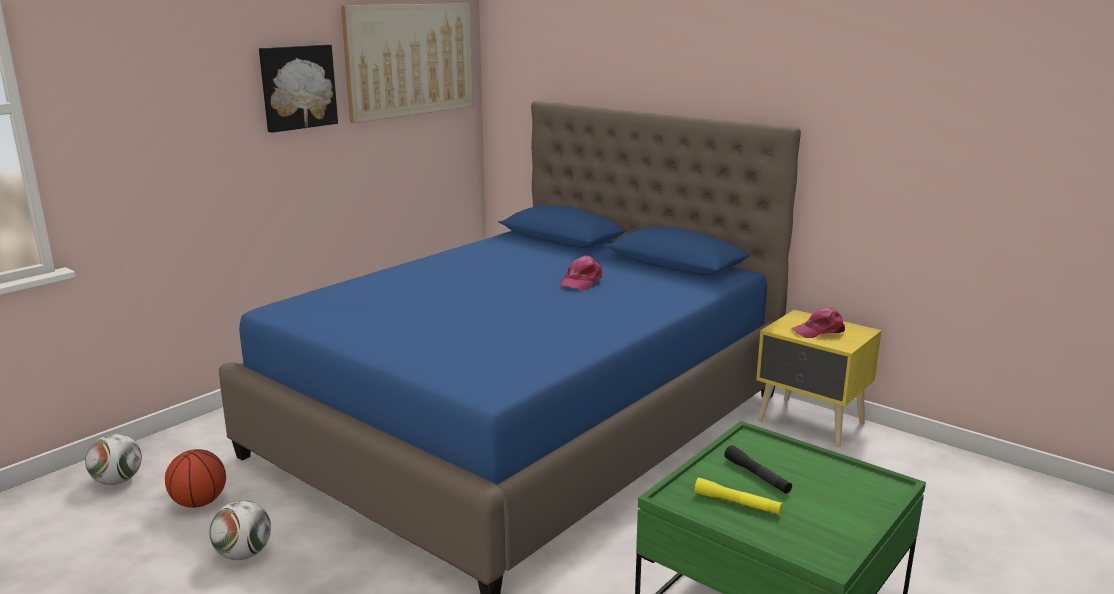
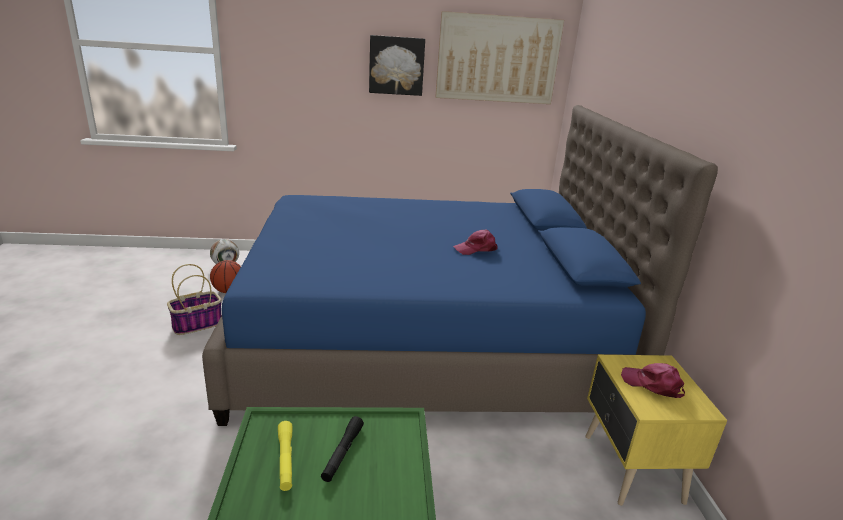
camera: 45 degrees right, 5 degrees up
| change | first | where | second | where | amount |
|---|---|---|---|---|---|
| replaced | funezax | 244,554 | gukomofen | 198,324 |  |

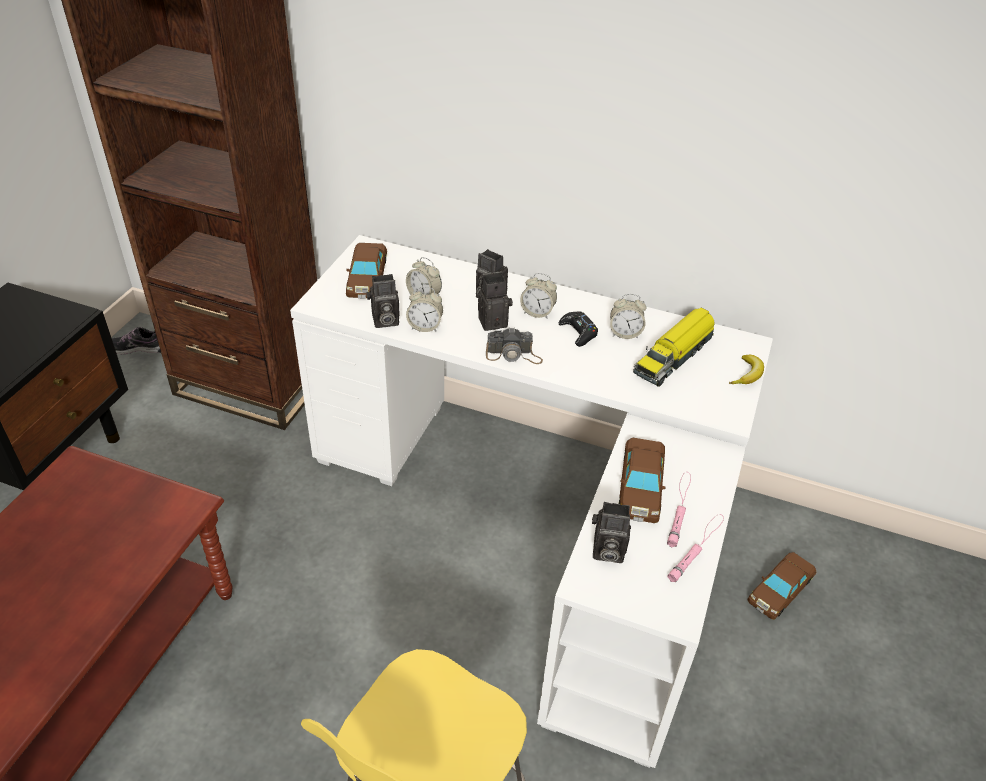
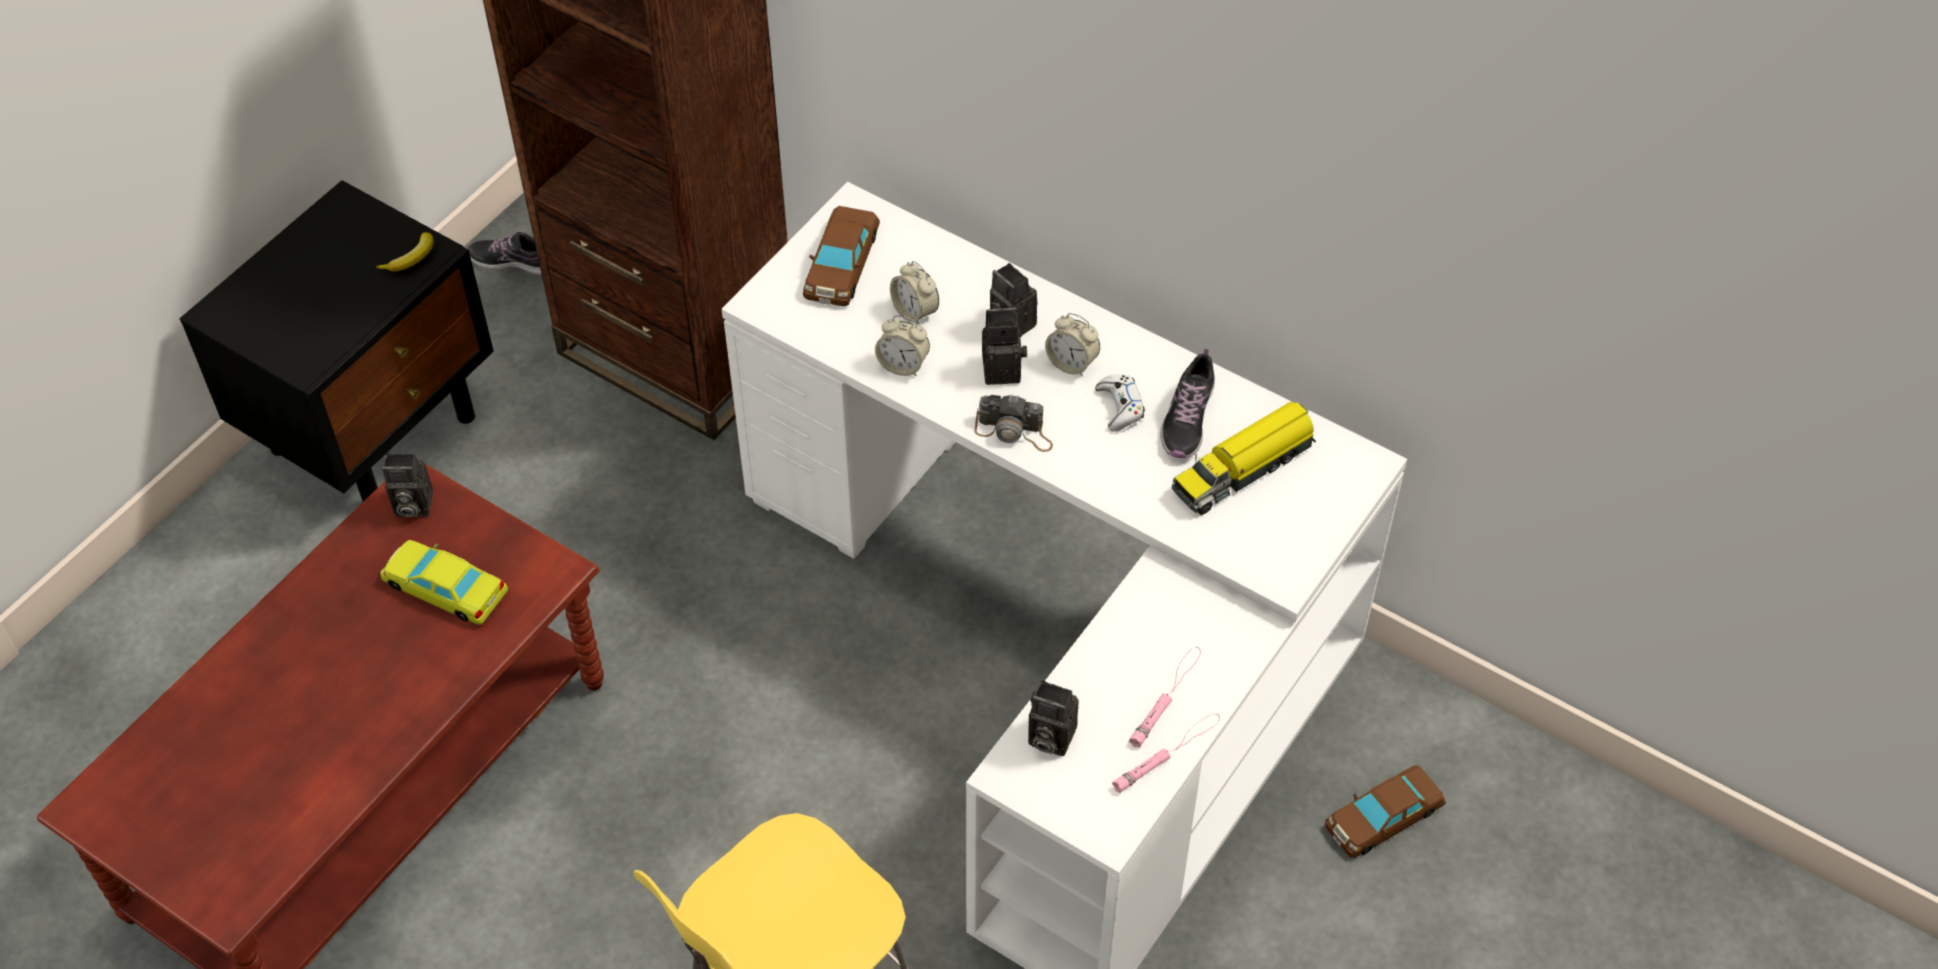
camera: 15 degrees right, 10 degrees up
| change | first | where | second | where | amount |
|---|---|---|---|---|---|
| removed | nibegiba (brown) | 641,485 |  |  |  |
| added |  |  | nibegiba (yellow) | 444,587 |  |
| moved | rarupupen | 384,321 |  | 411,506 |  |
| moved | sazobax | 747,374 |  | 412,259 |  |
| replaced | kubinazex | 625,333 | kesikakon | 1187,418 |  |
| recoloured | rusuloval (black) | 578,332 | rusuloval (white) | 1120,407 |  |

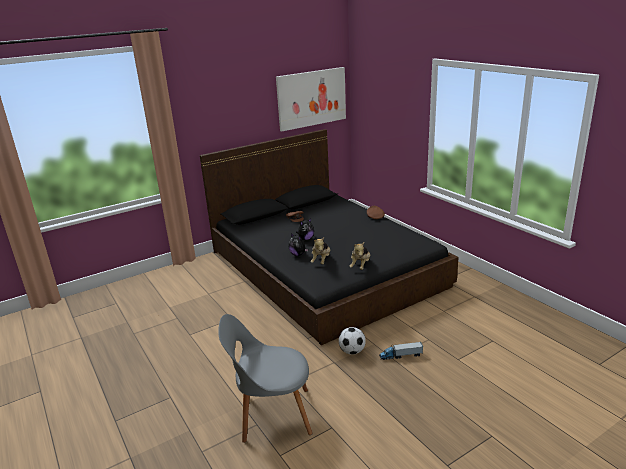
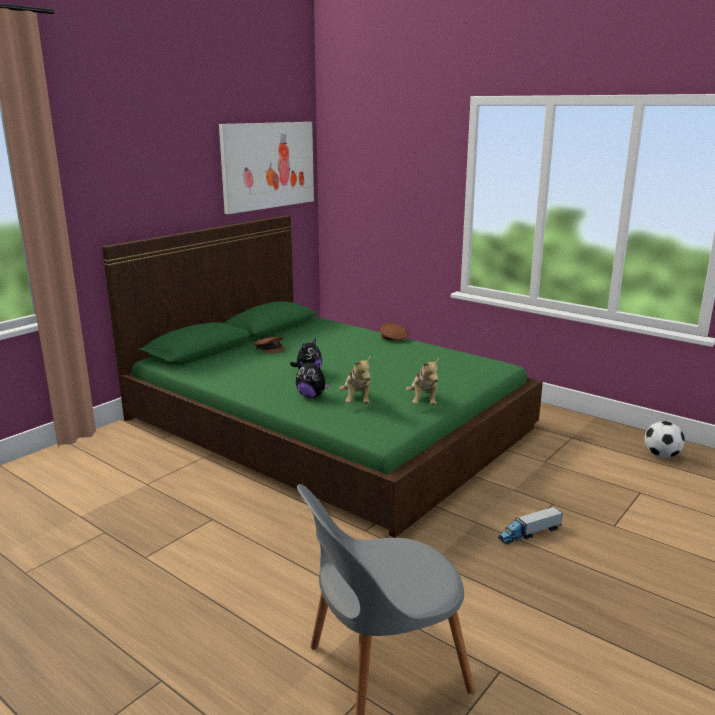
camera: 20 degrees left, 5 degrees down
| change | first | where | second | where | amount |
|---|---|---|---|---|---|
| moved | funezax | 352,351 |  | 661,455 |  |
| recoloured | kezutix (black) | 324,267 | kezutix (green) | 327,423 |  |

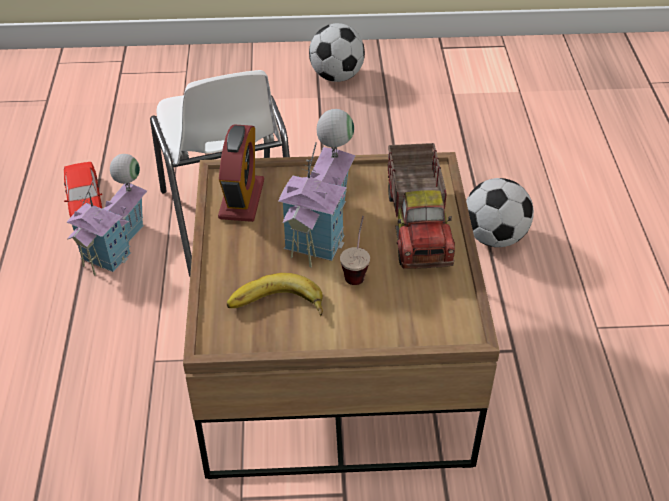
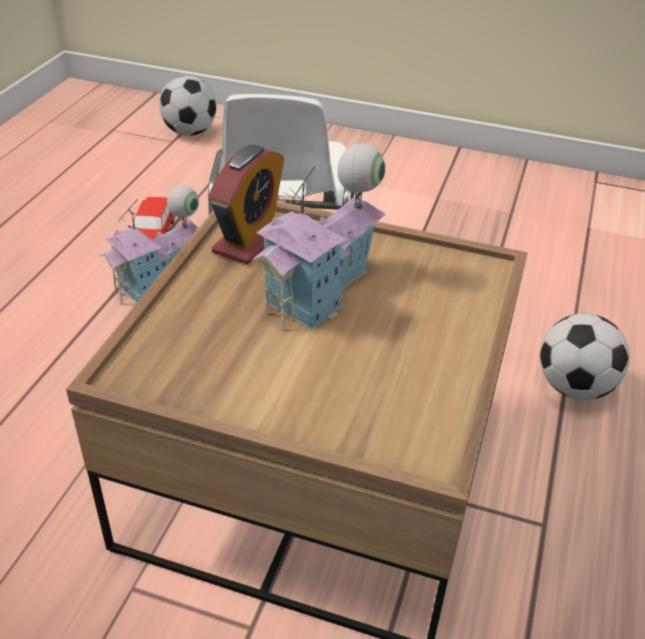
camera: 20 degrees right, 5 degrees down
| change | first | where | second | where | amount |
|---|---|---|---|---|---|
| removed | sazobax | 276,307 |  |  |  |
| removed | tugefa | 356,269 |  |  |  |
| removed | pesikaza | 418,225 |  |  |  |
| moved | funezax | 336,76 |  | 190,132 |  |

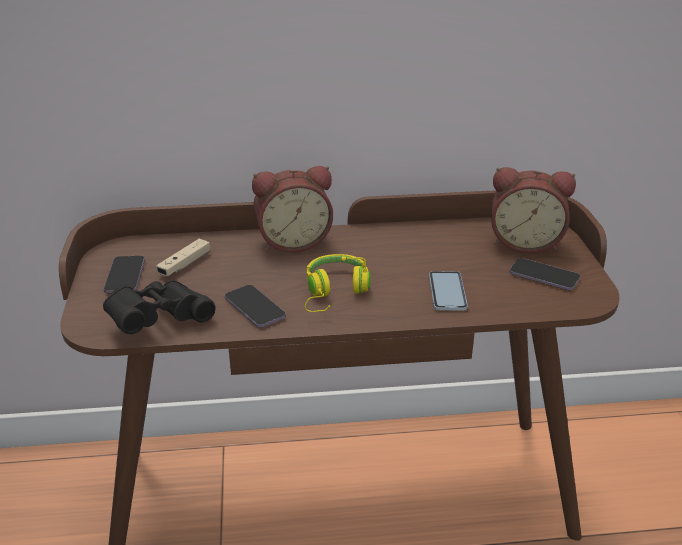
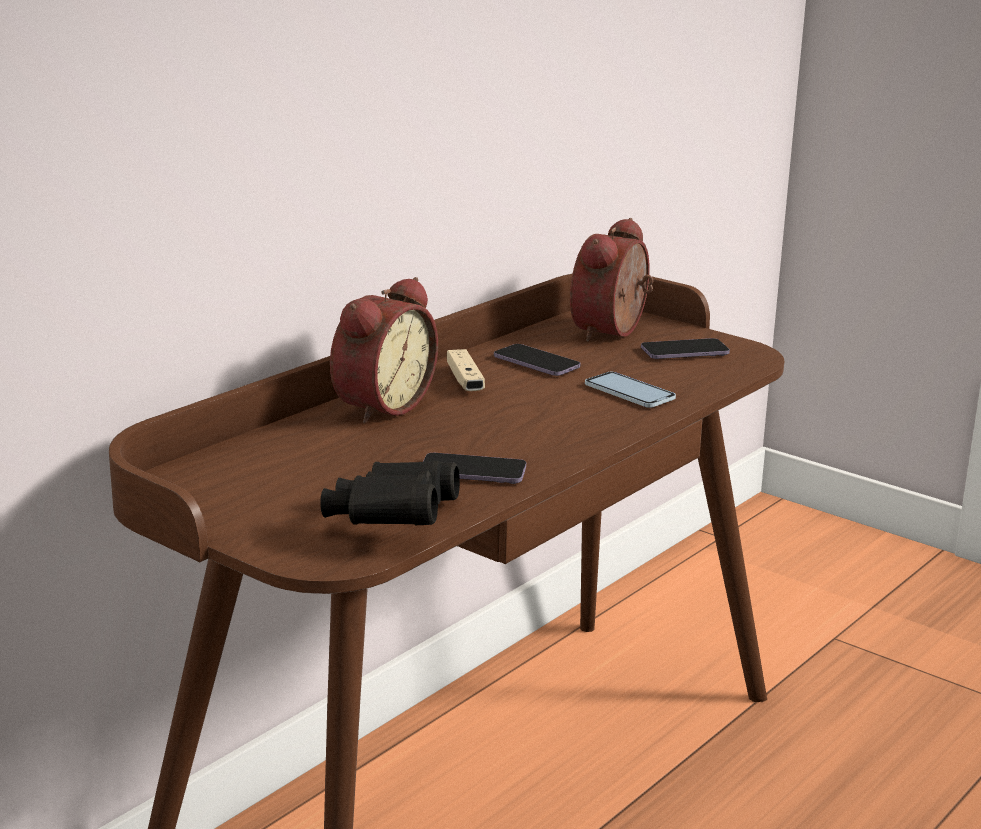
camera: 45 degrees left, 10 degrees down
| change | first | where | second | where | amount |
|---|---|---|---|---|---|
| removed | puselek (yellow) | 335,292 |  |  |  |
| moved | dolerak | 125,276 |  | 536,363 |  |
| moved | rusuloval (beige) | 185,264 |  | 465,381 |  |
| turned | kubinazex | 525,242 |  | 614,332 | 150 degrees clockwise |

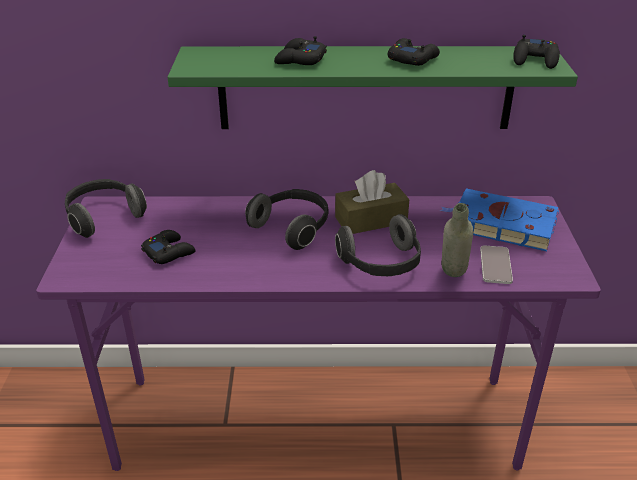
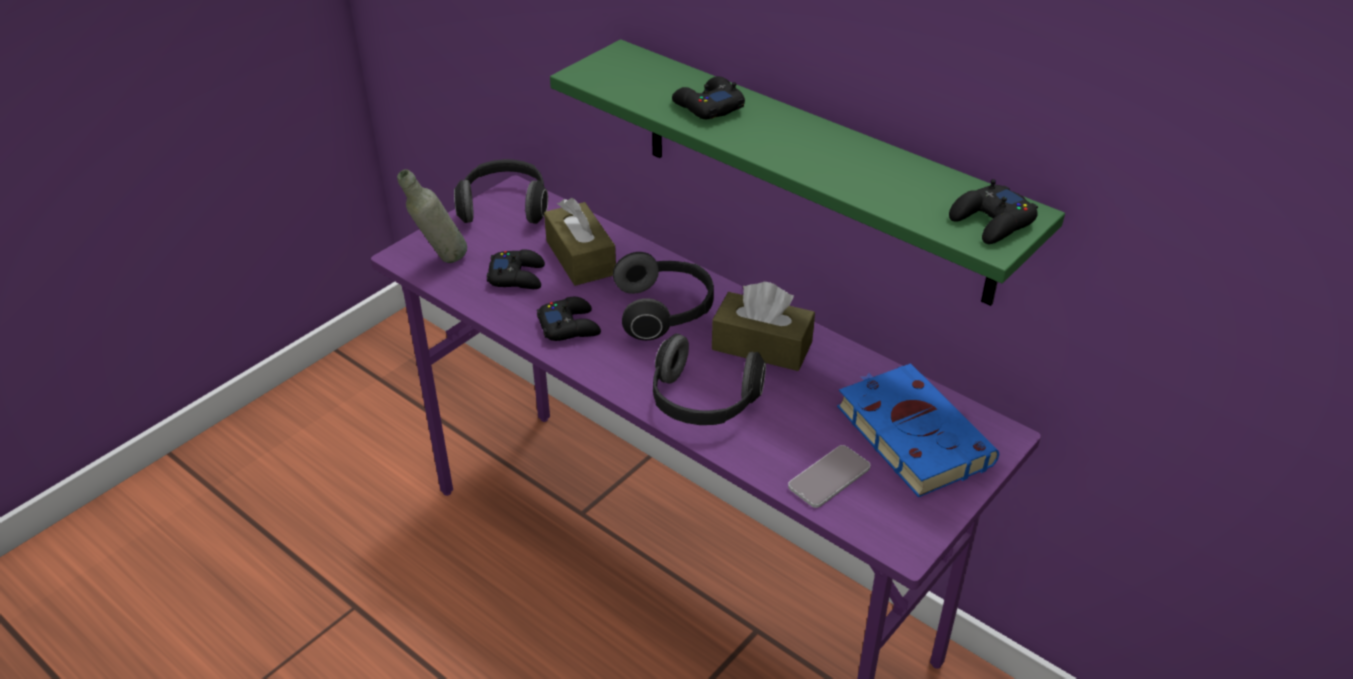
camera: 40 degrees right, 5 degrees up
| change | first | where | second | where | amount |
|---|---|---|---|---|---|
| added |  |  | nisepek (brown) | 580,258 |  |
| moved | rusuloval (black) | 412,59 |  | 569,326 |  |
| moved | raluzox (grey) | 452,279 |  | 440,262 |  |

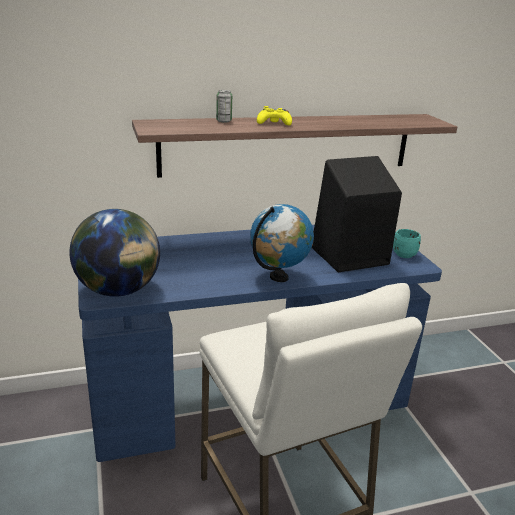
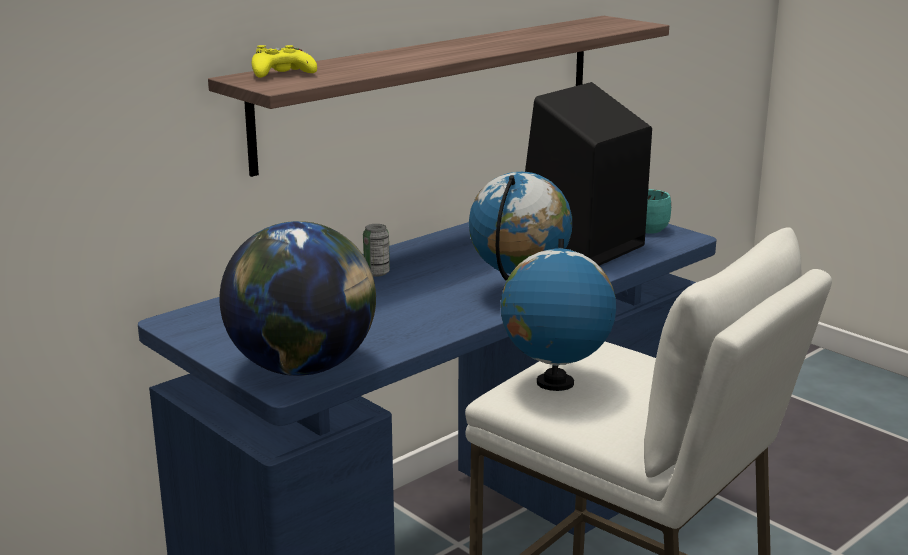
camera: 25 degrees left, 5 degrees down
| change | first | where | second | where | amount |
|---|---|---|---|---|---|
| added |  |  | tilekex | 554,383 |  |
| moved | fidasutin | 224,121 |  | 376,273 |  |
| moved | rusuloval (yellow) | 274,123 |  | 281,74 |  |

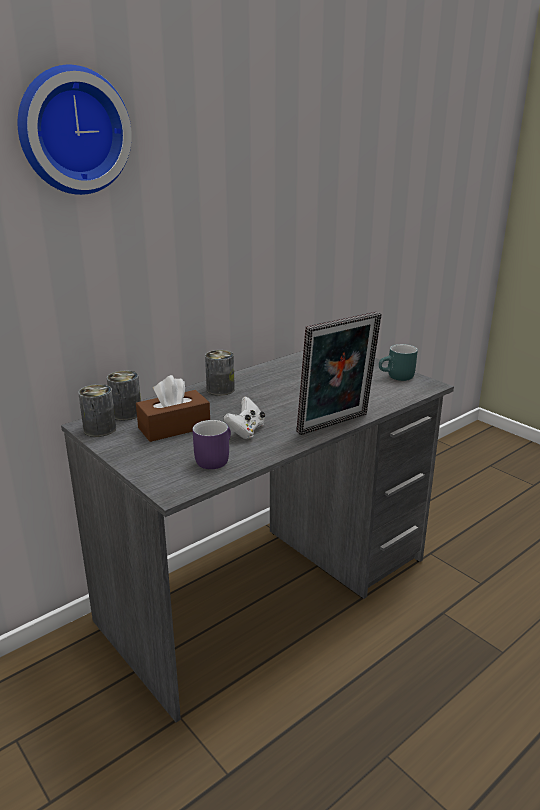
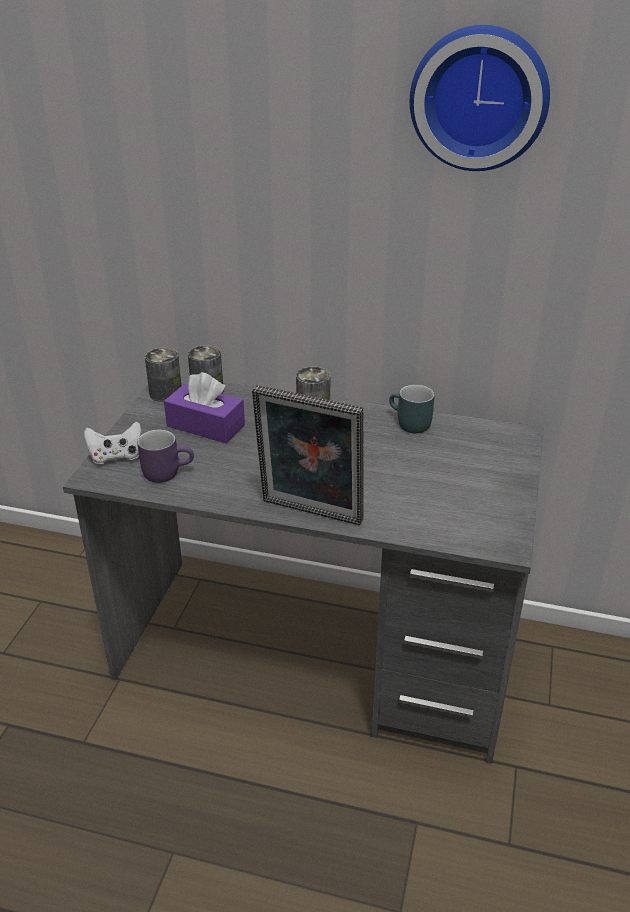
camera: 55 degrees right, 10 degrees up
| change | first | where | second | where | amount |
|---|---|---|---|---|---|
| moved | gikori | 72,131 |  | 479,98 |  |
| moved | rusuloval (white) | 246,431 |  | 116,456 |  |
| moved | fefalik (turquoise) | 397,377 |  | 408,424 |  |
| recoloured | nisepek (brown) | 174,427 | nisepek (purple) | 205,426 |  |

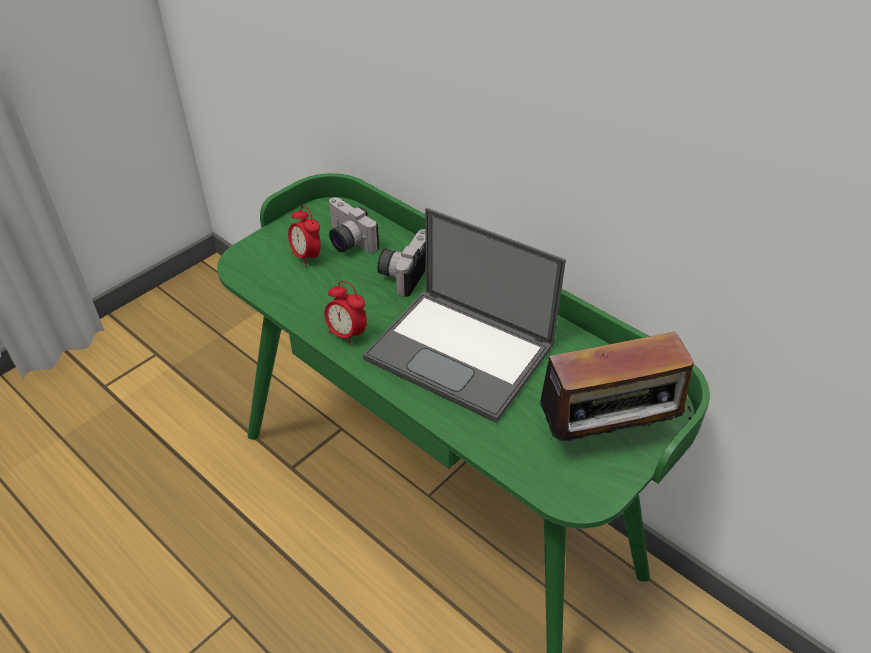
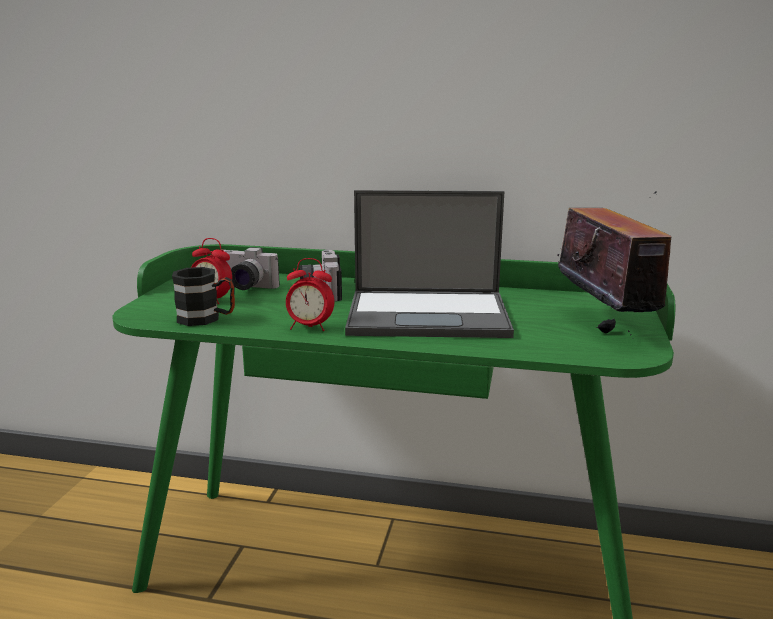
camera: 30 degrees left, 25 degrees down
| change | first | where | second | where | amount |
|---|---|---|---|---|---|
| added |  |  | fefalik (black) | 207,319 |  |
| turned | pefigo | 607,436 |  | 605,324 | 60 degrees counterclockwise |

